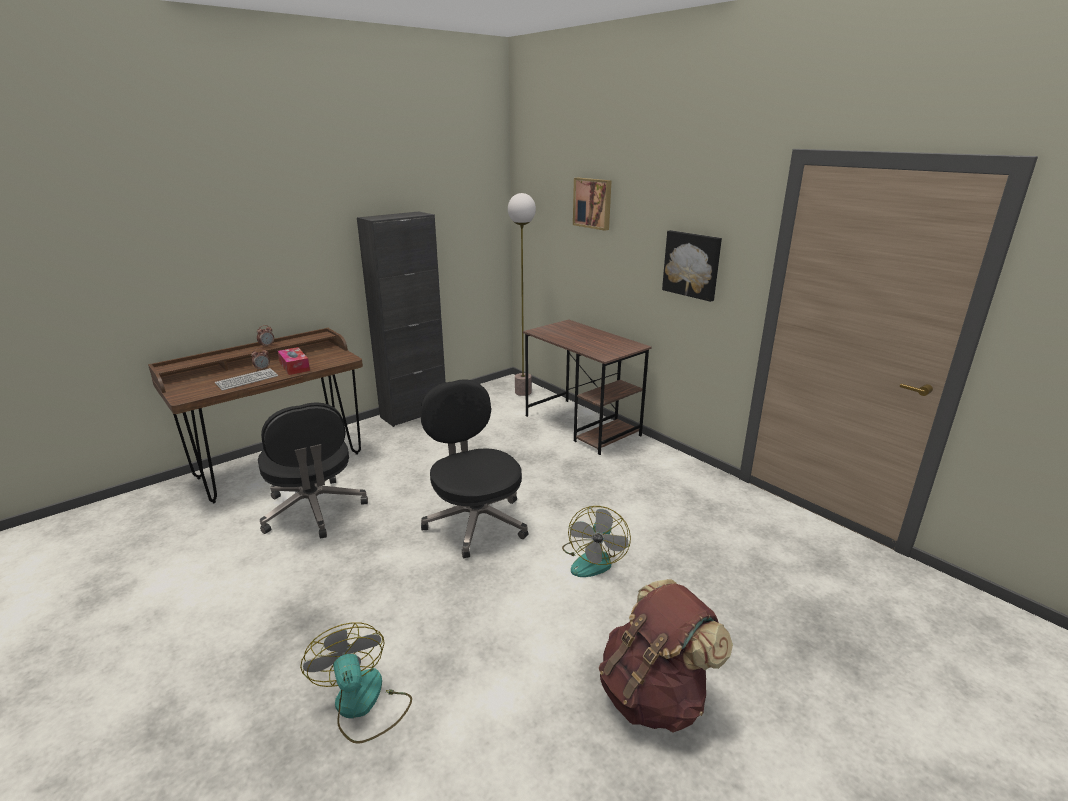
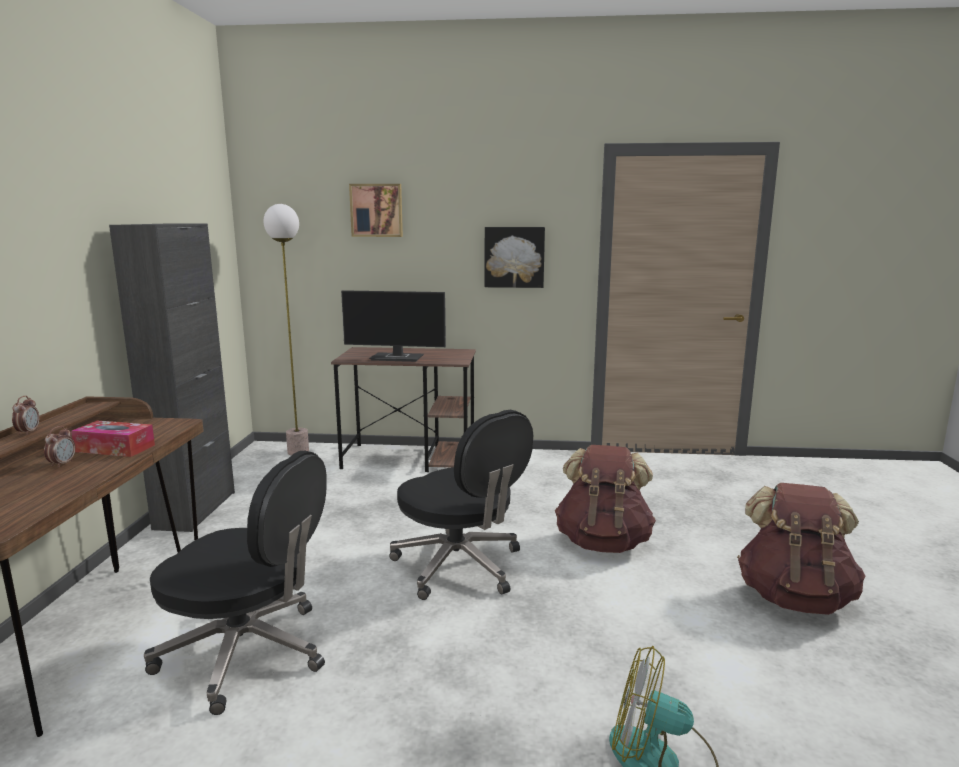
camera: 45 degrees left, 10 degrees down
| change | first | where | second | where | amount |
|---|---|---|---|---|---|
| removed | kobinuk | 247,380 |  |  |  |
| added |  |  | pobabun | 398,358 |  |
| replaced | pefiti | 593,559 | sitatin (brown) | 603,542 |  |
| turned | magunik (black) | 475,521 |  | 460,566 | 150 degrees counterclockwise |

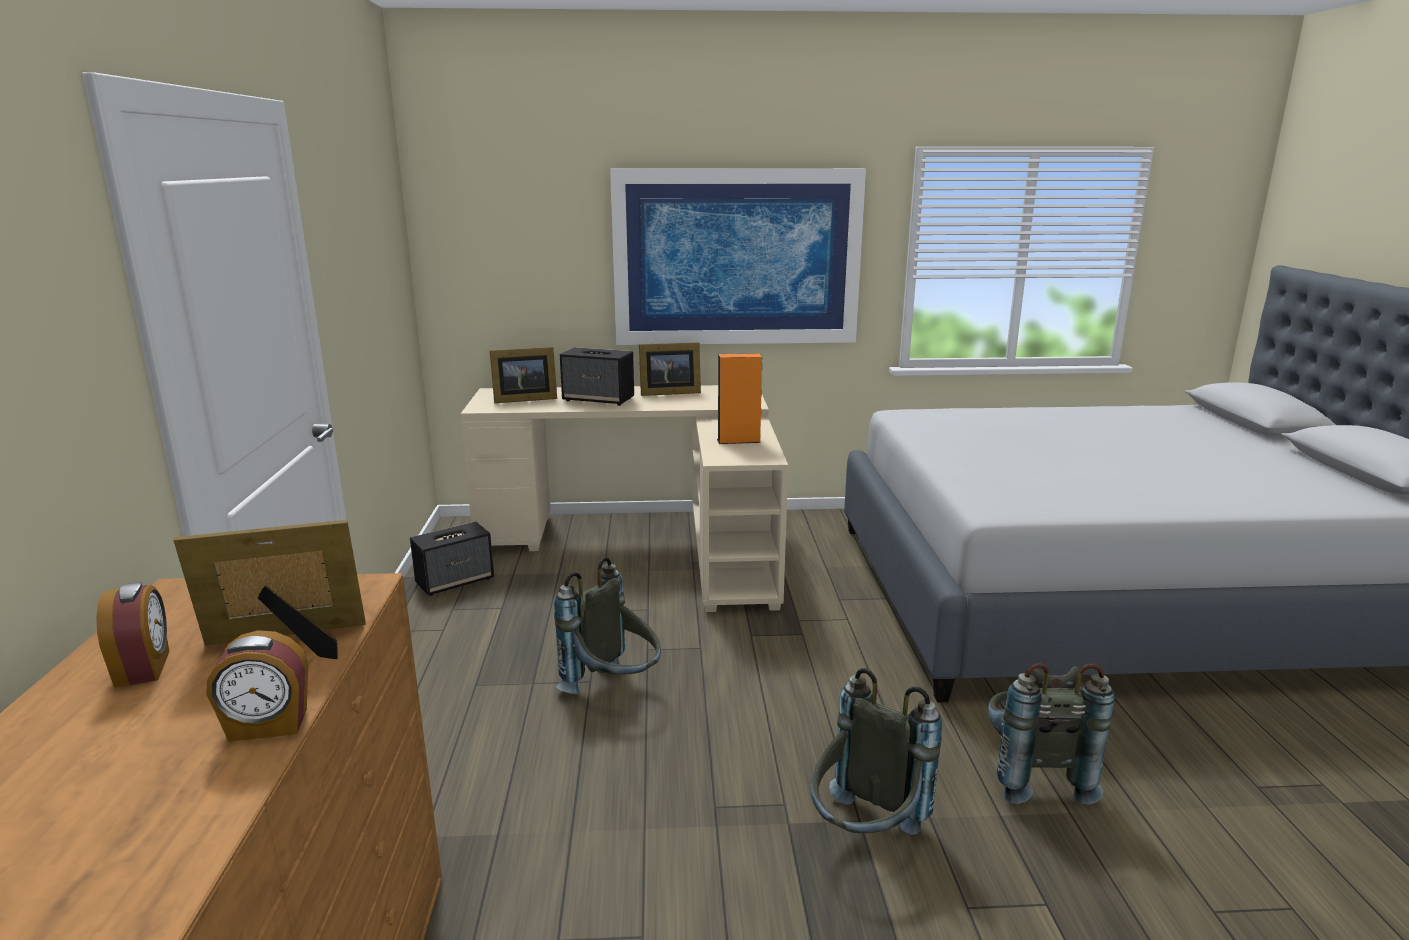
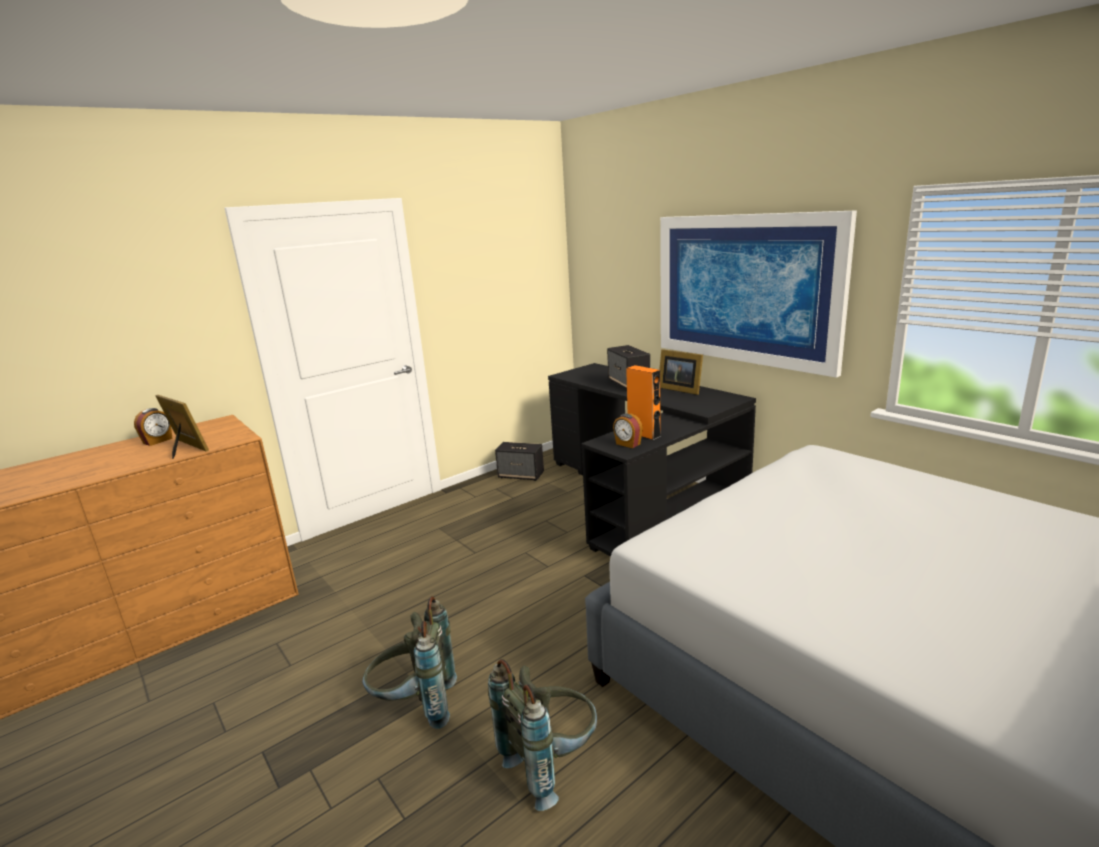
camera: 55 degrees right, 0 degrees up
| change | first | where | second | where | amount |
|---|---|---|---|---|---|
| removed | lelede | 523,399 |  |  |  |
| removed | sitatin (grey) | 614,689 |  |  |  |
| moved | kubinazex | 268,726 |  | 627,444 |  |
| recoloured | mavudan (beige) | 651,542 | mavudan (black) | 644,495 |  |

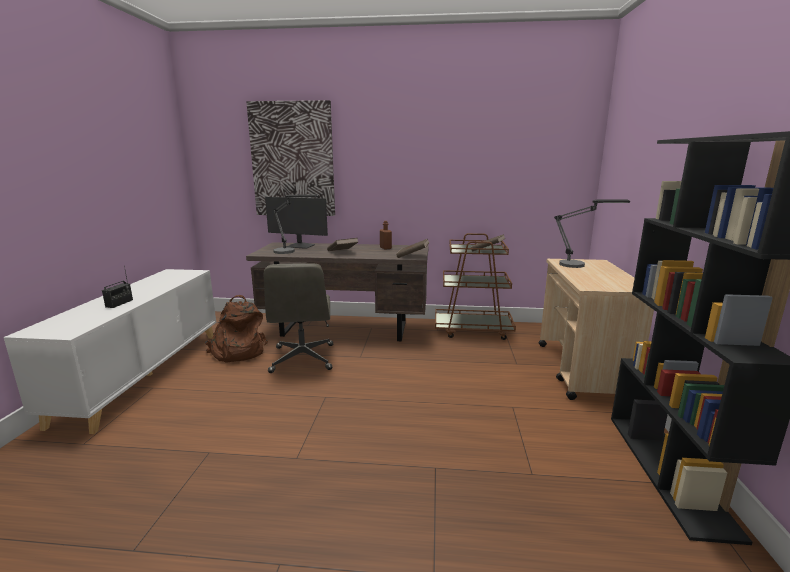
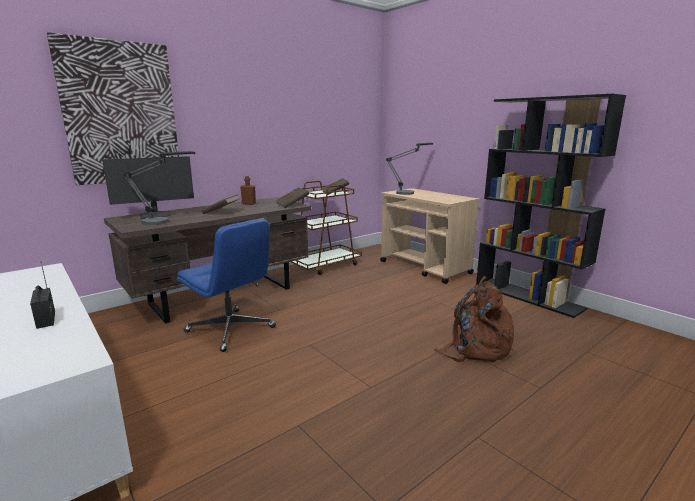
camera: 45 degrees left, 0 degrees up
| change | first | where | second | where | amount |
|---|---|---|---|---|---|
| moved | sitatin (brown) | 237,352 |  | 475,347 |  |
| recoloured | magunik (grey) | 303,359 | magunik (blue) | 231,330 |  |

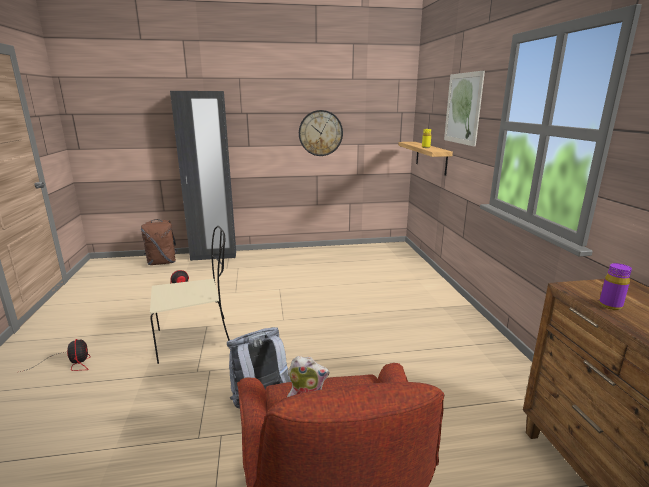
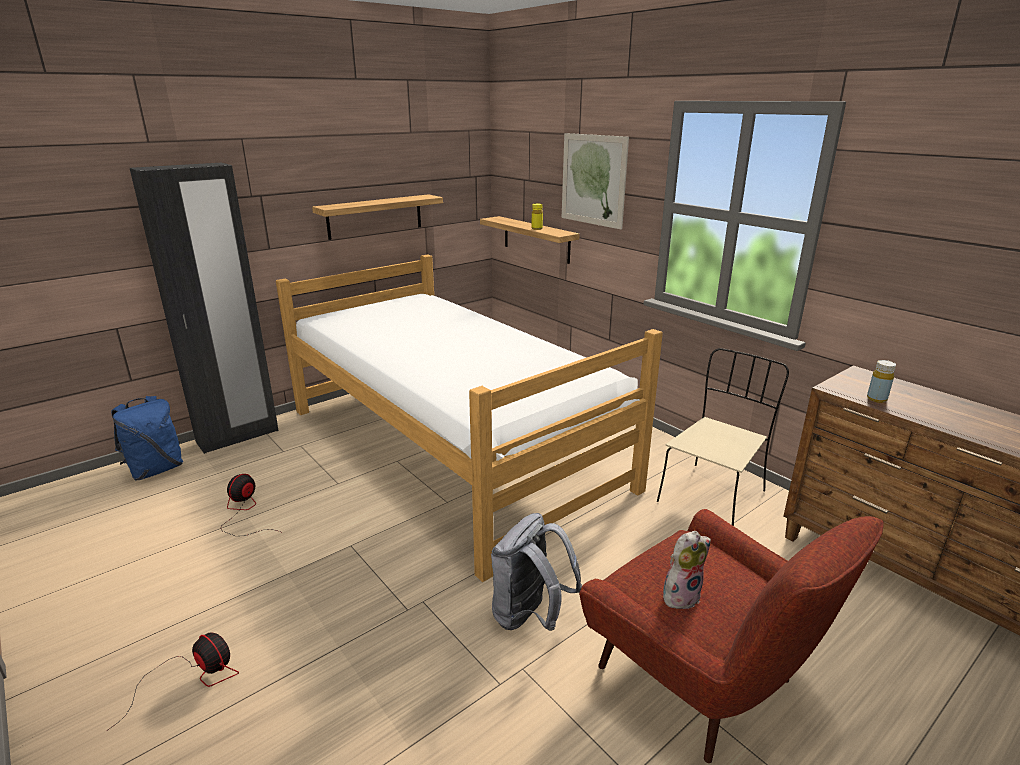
camera: 30 degrees left, 5 degrees up
| change | first | where | second | where | amount |
|---|---|---|---|---|---|
| added |  |  | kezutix | 452,447 |  |
| moved | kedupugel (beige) | 196,338 |  | 712,495 |  |
| replaced | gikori | 320,133 | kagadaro | 375,216 |  |
| recoloured | sitatin (brown) | 162,262 | sitatin (blue) | 156,470 |  |
| recoloured | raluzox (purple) | 610,305 | raluzox (yellow) | 876,399 |  |

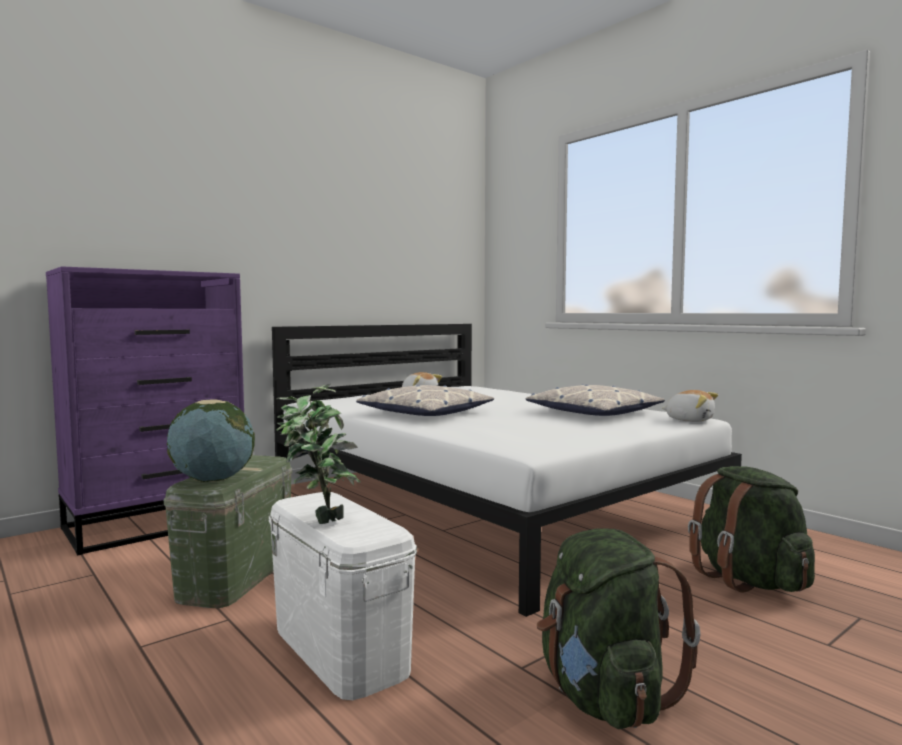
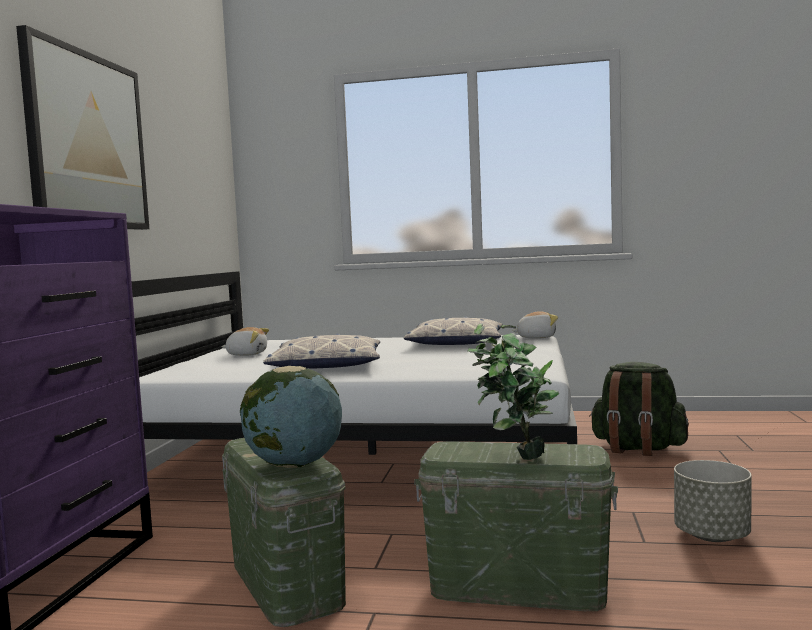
camera: 40 degrees left, 0 degrees up
| change | first | where | second | where | amount |
|---|---|---|---|---|---|
| added |  |  | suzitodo | 87,141 |  |
| replaced | sitatin (green) | 604,696 | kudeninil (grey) | 712,535 |  |
| recoloured | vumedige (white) | 340,649 | vumedige (green) | 518,586 |  |

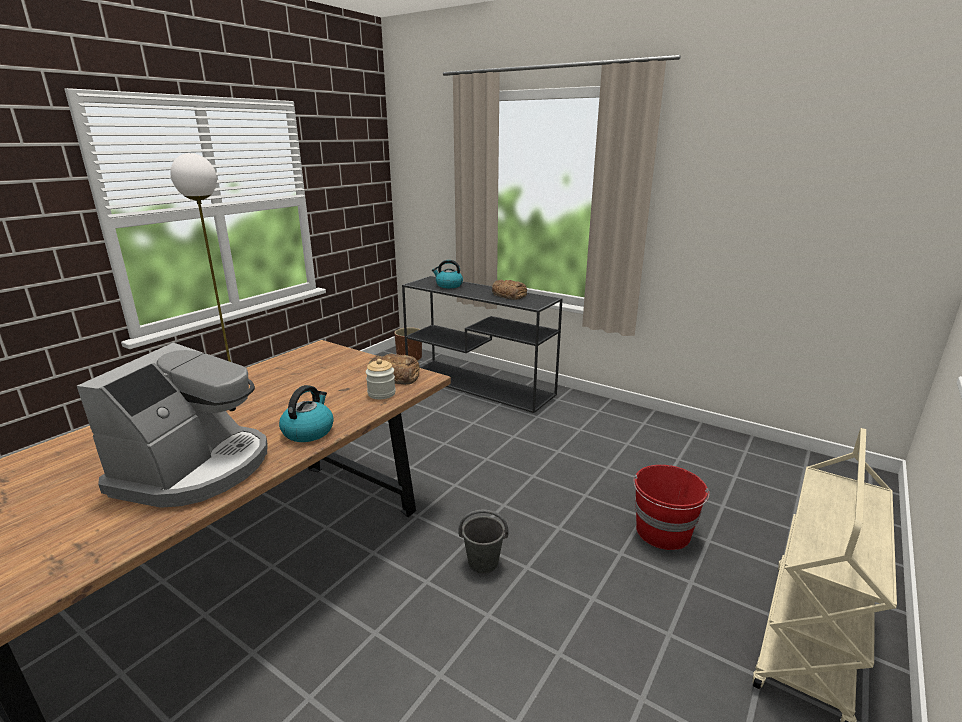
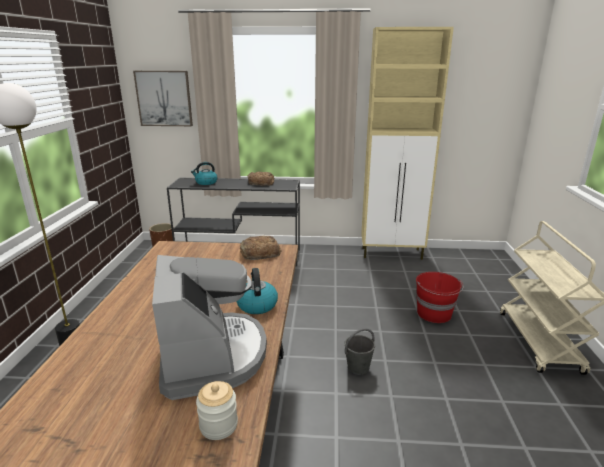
camera: 30 degrees left, 0 degrees up
| change | first | where | second | where | amount |
|---|---|---|---|---|---|
| added |  |  | suzitodo | 164,98 |  |
| added |  |  | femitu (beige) | 392,253 |  |
| moved | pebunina | 381,393 |  | 218,425 |  |

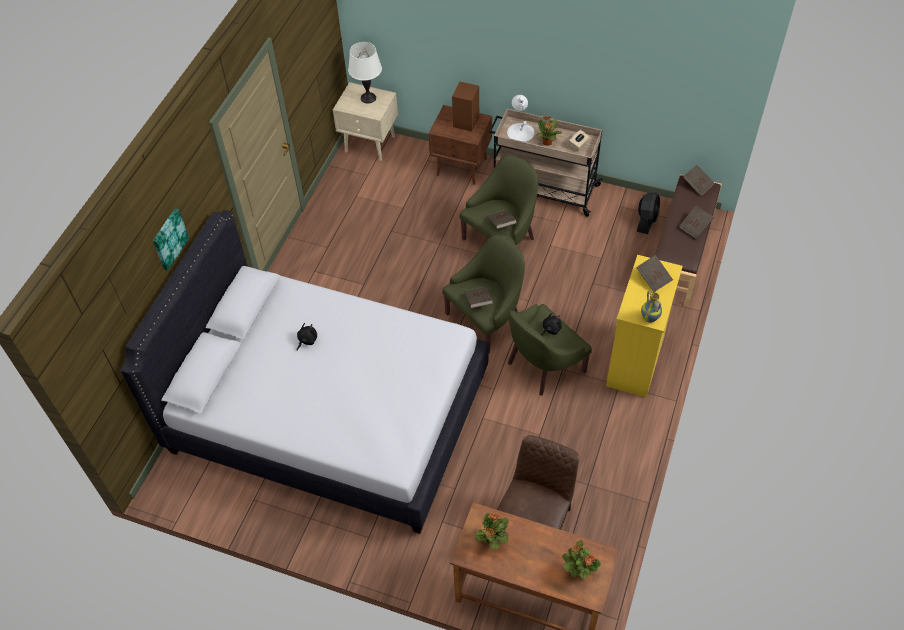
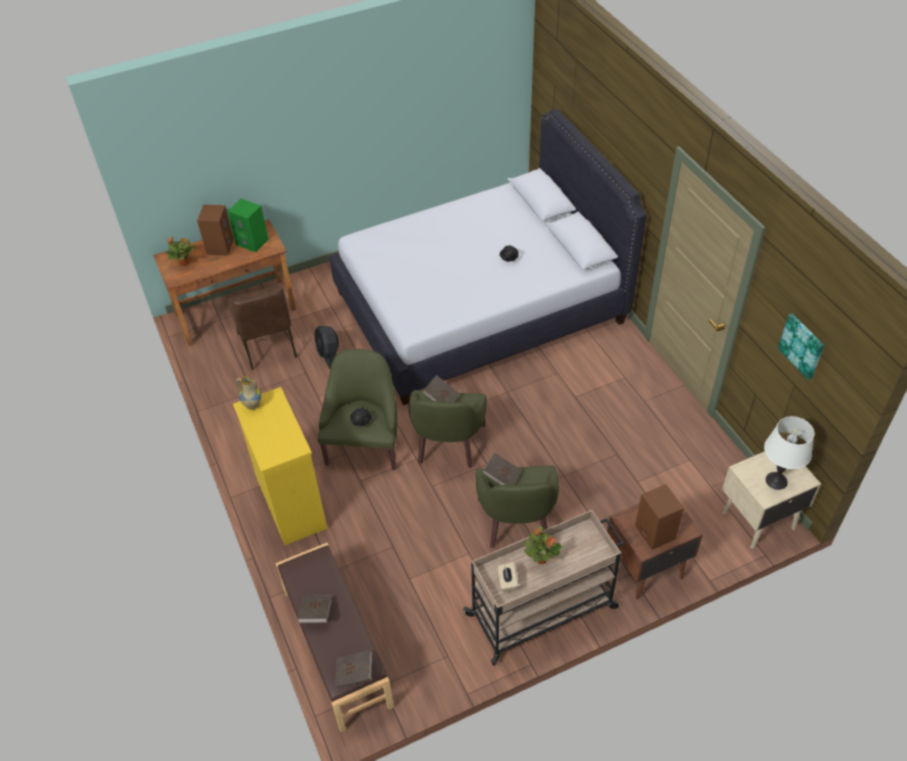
camera: 135 degrees right, 5 degrees down
| change | first | where | second | where | amount |
|---|---|---|---|---|---|
| removed | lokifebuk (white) | 520,132 |  |  |  |
| removed | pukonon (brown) | 653,278 |  |  |  |
| added |  |  | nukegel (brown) | 219,246 |  |
| moved | suzitodo | 169,238 |  | 802,345 |  |
| moved | pefiti (black) | 646,220 |  | 329,355 |  |
| replaced | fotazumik | 492,541 | nukegel (green) | 253,242 |  |

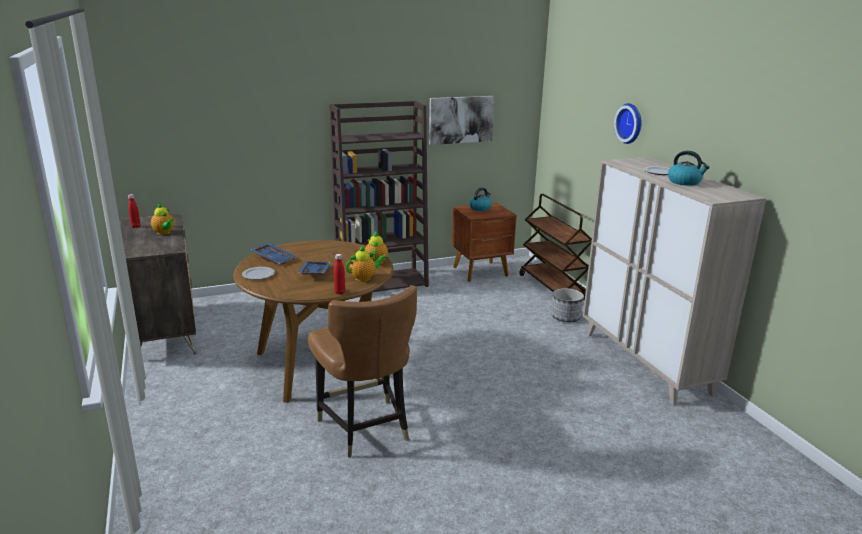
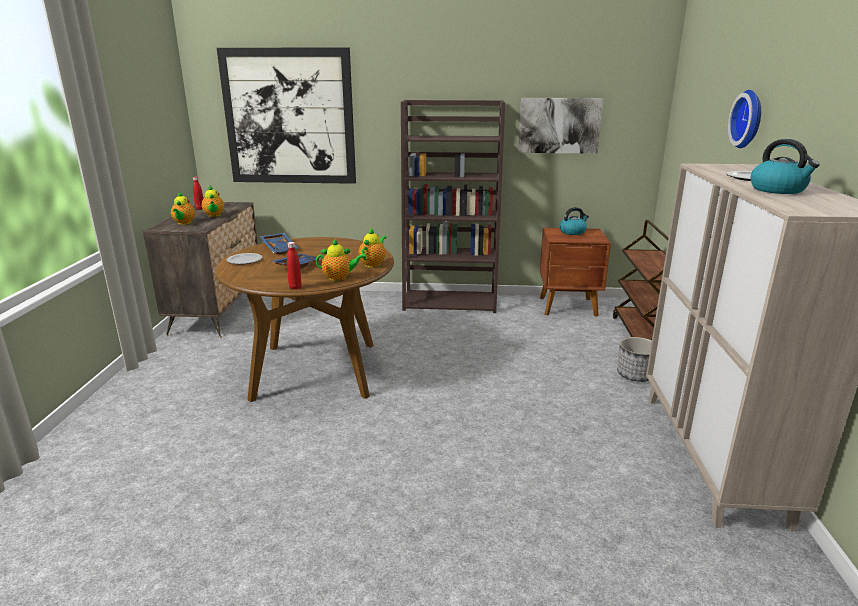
camera: 25 degrees right, 0 degrees up
| change | first | where | second | where | amount |
|---|---|---|---|---|---|
| removed | kedupugel (brown) | 365,428 |  |  |  |
| added |  |  | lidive | 184,223 |  |
| added |  |  | suzitodo | 289,117 |  |

